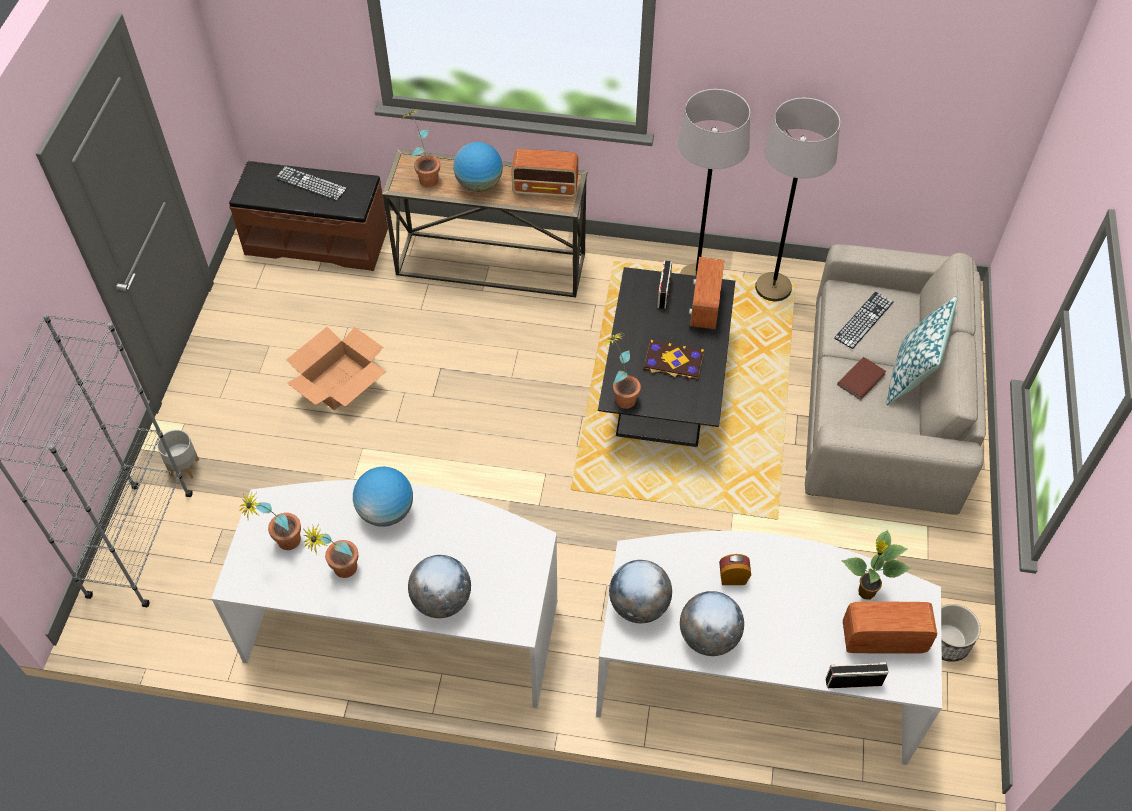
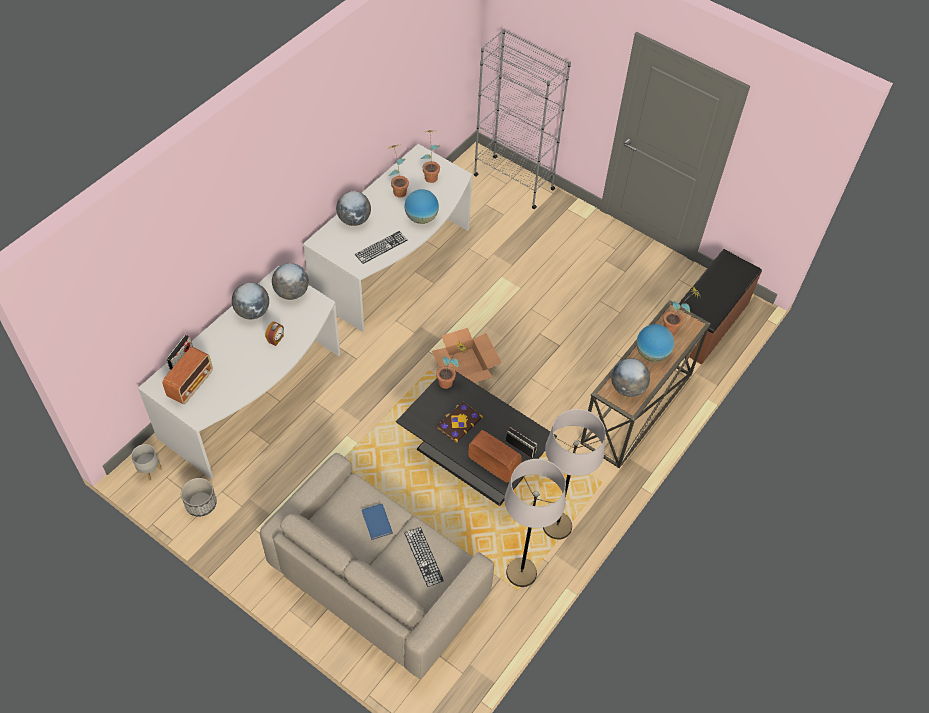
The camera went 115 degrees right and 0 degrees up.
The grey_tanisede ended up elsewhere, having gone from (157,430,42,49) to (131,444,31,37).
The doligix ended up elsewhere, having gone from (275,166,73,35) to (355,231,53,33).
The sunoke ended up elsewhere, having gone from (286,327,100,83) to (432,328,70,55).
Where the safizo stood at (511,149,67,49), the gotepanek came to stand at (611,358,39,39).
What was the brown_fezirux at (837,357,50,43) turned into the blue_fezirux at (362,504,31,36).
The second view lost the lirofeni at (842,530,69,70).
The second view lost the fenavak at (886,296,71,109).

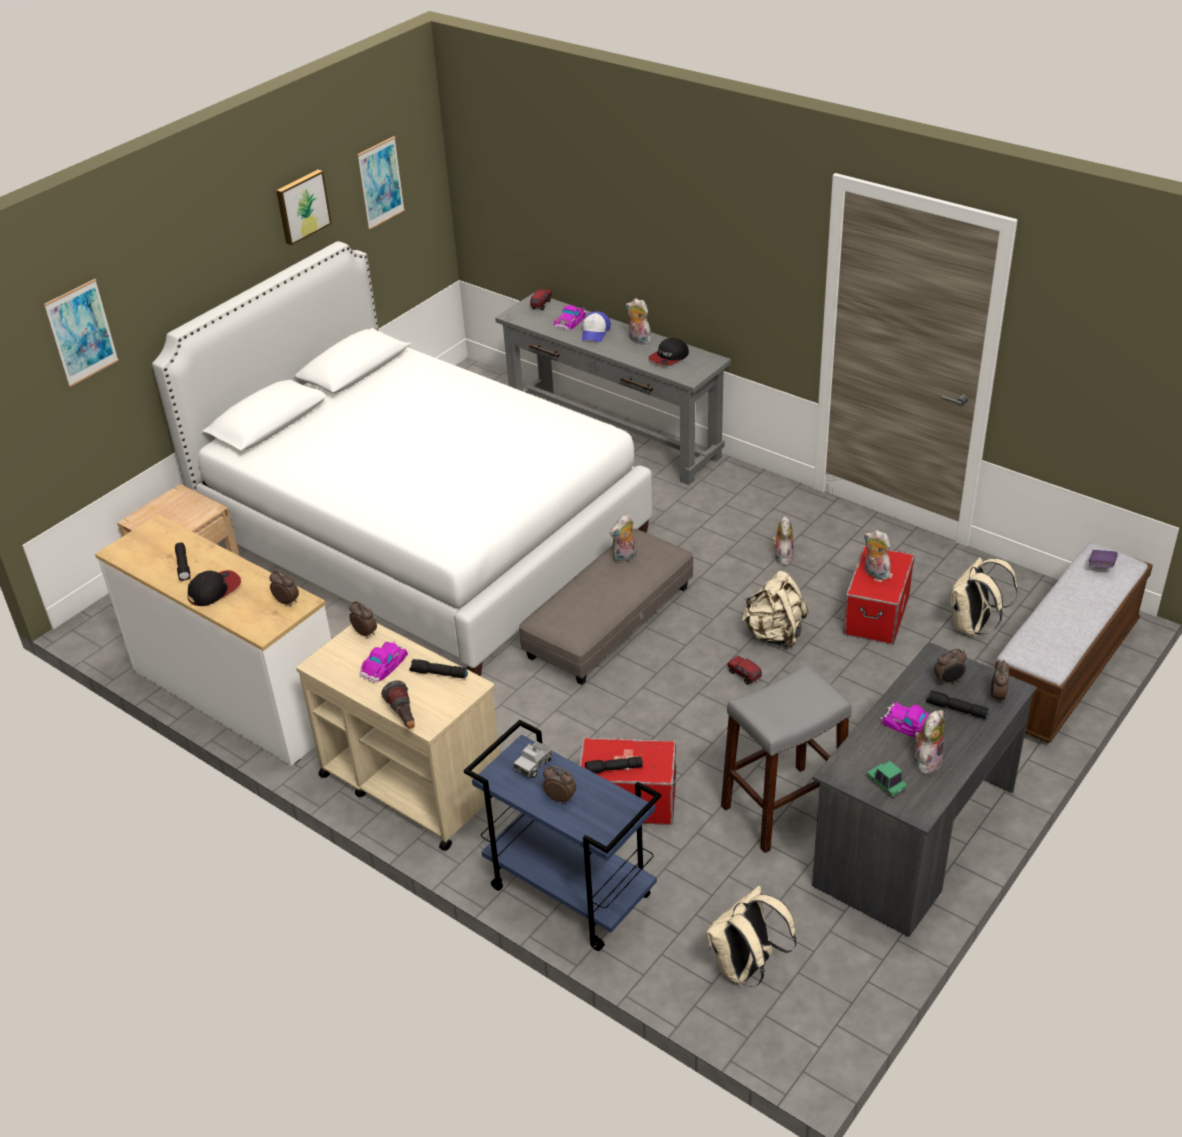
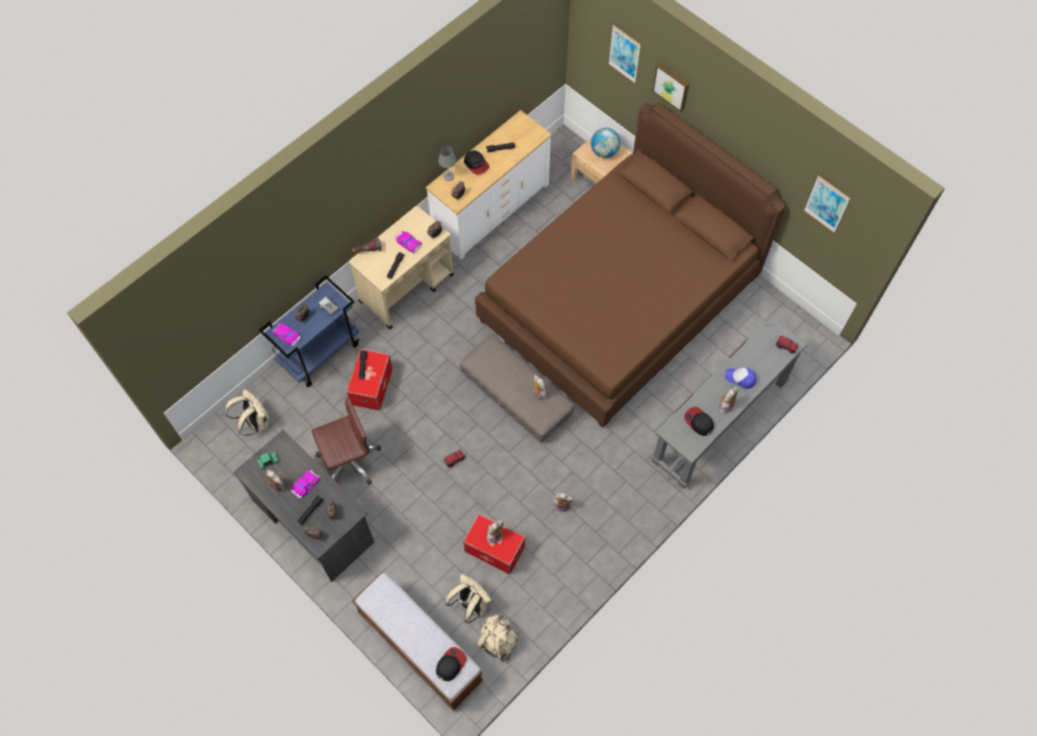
The camera went 95 degrees right and 25 degrees up.
What was the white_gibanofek at (152,241,500,435) turned into the brown_gibanofek at (475,103,311,325).
The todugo ended up elsewhere, having gone from (276,170,56,75) to (653,63,36,49).
The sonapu ended up elsewhere, having gone from (554,305,32,26) to (273,322,28,24).
Where the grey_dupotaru stood at (721,664,130,189), the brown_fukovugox came to stand at (311,396,70,89).
The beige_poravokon ended up elsewhere, having gone from (741,571,67,78) to (476,614,41,47).
Where the purple_fezirux stood at (1089,550,29,17), the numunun came to stand at (436,647,31,34).
The second view gained the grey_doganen at (438,146,18,35).
The second view gained the gotepanek at (591,128,29,30).

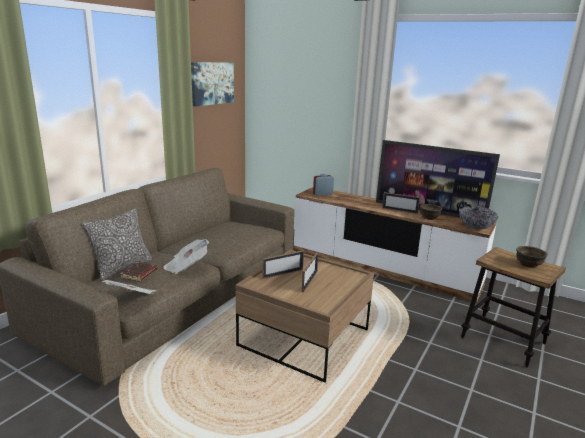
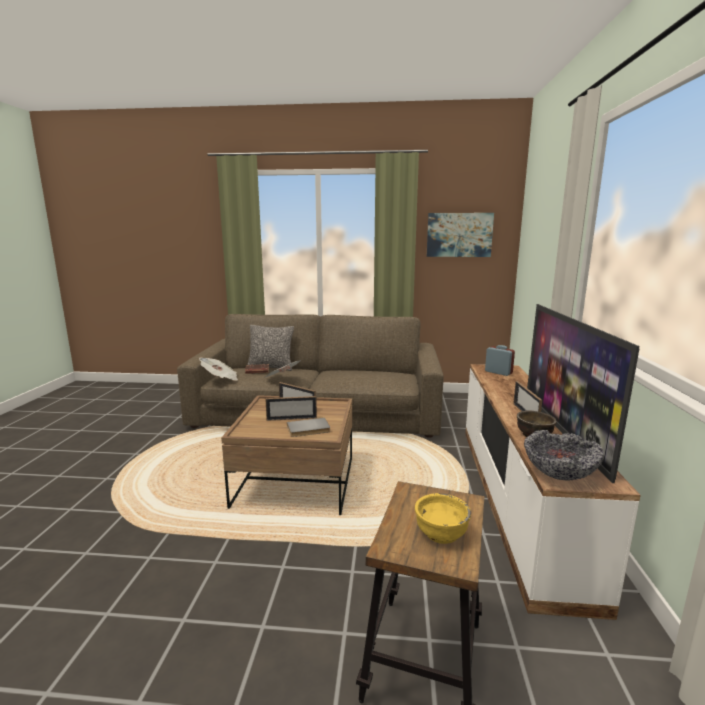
The camera went 65 degrees right and 5 degrees down.
What was the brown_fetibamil at (516,246,31,22) turned into the yellow_fetibamil at (415,493,56,51).
The second view gained the grey_fezirux at (287,418,43,19).

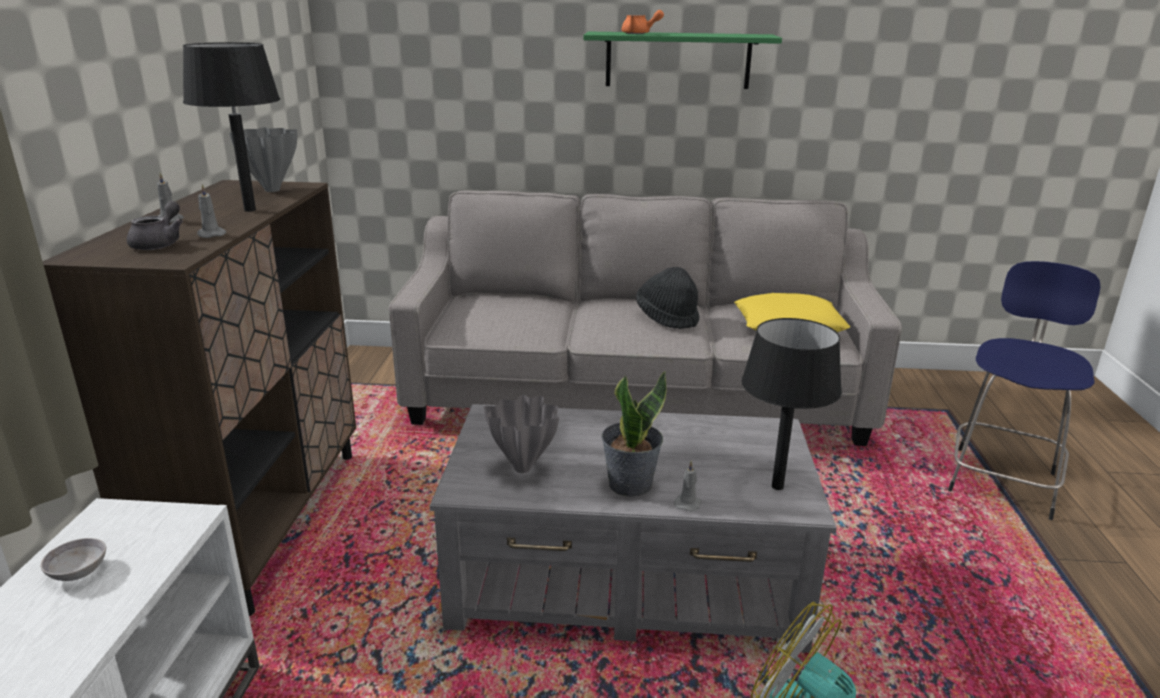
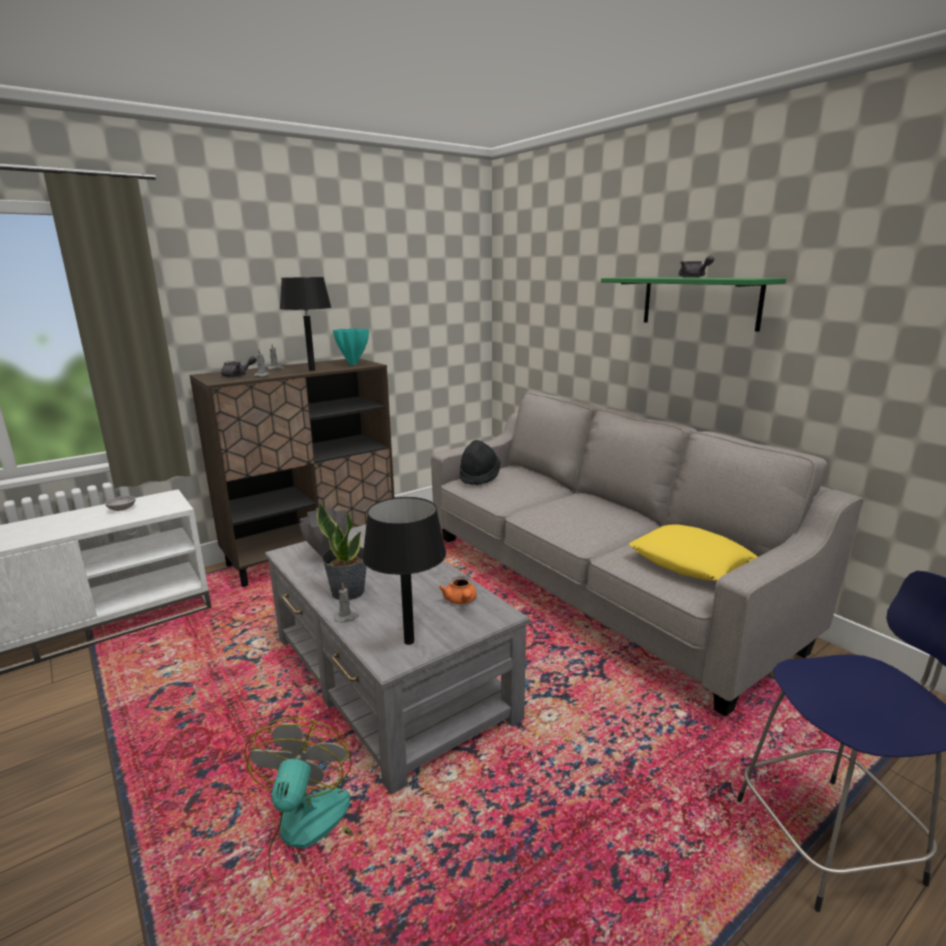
The camera went 50 degrees right and 5 degrees down.
What was the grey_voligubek at (229,127,68,65) turned into the turquoise_voligubek at (333,328,36,37).
The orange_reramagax ended up elsewhere, having gone from (622,10,42,24) to (439,576,38,28).
The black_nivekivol ended up elsewhere, having gone from (636,267,63,62) to (460,440,40,46).
The second view gained the grey_reramagax at (679,256,35,22).

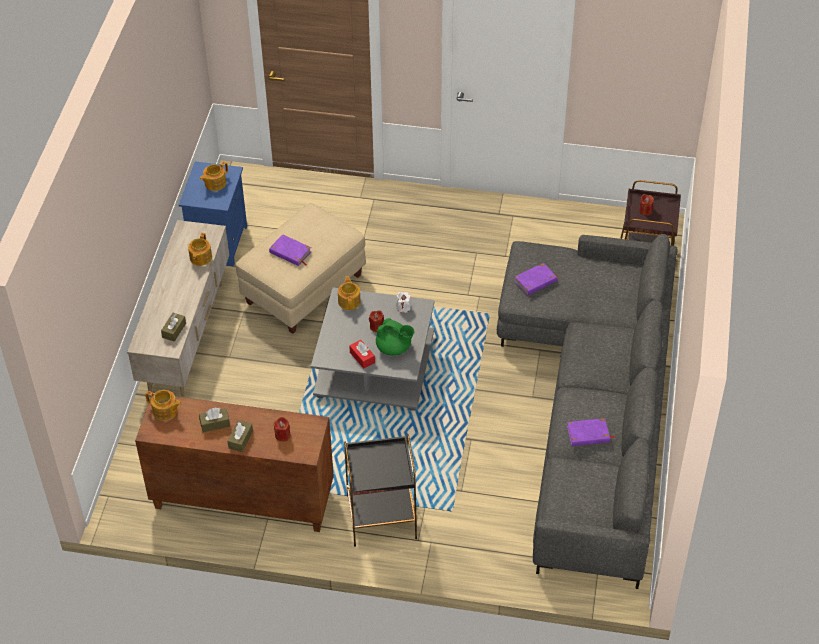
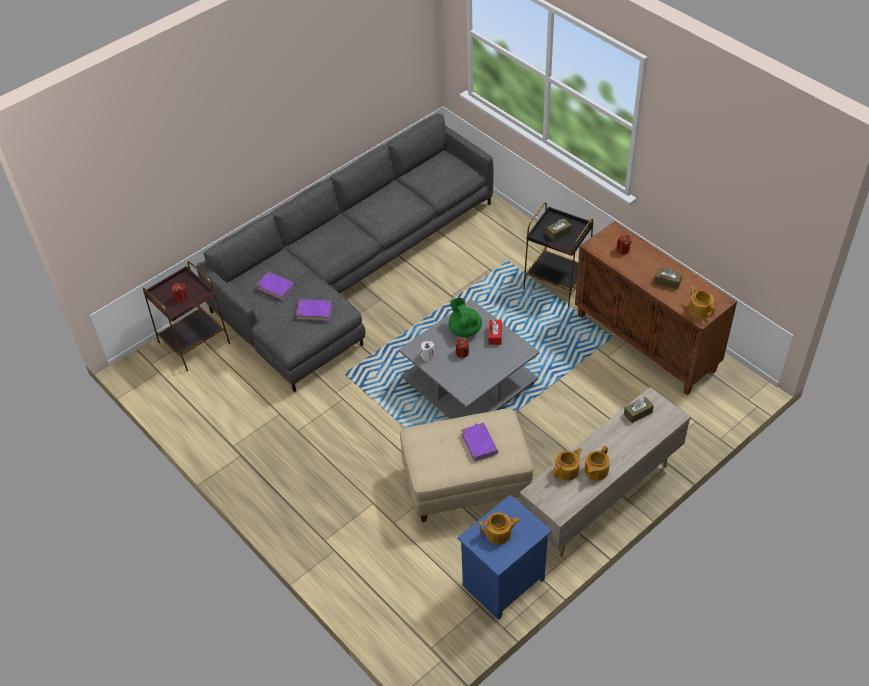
The camera went 140 degrees left and 0 degrees up.
The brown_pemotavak ended up elsewhere, having gone from (228,420,25,32) to (546,219,26,22).
The reramagax ended up elsewhere, having gone from (338,276,23,34) to (584,446,26,35).
The purple_fezirux ended up elsewhere, having gone from (567,418,48,28) to (256,272,40,28).

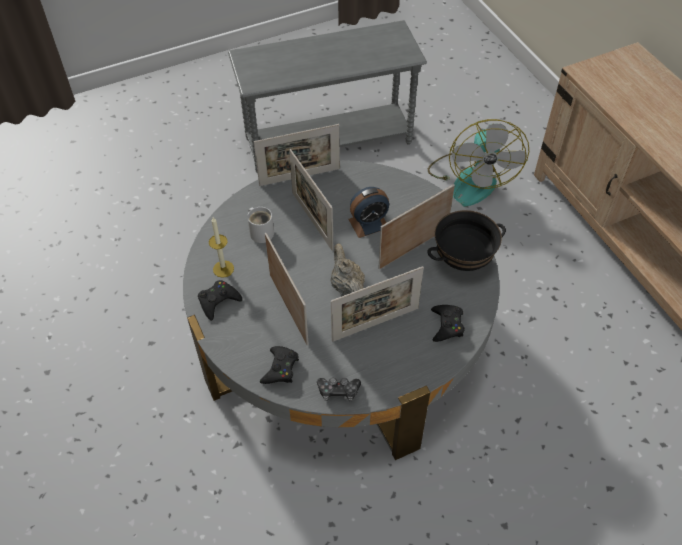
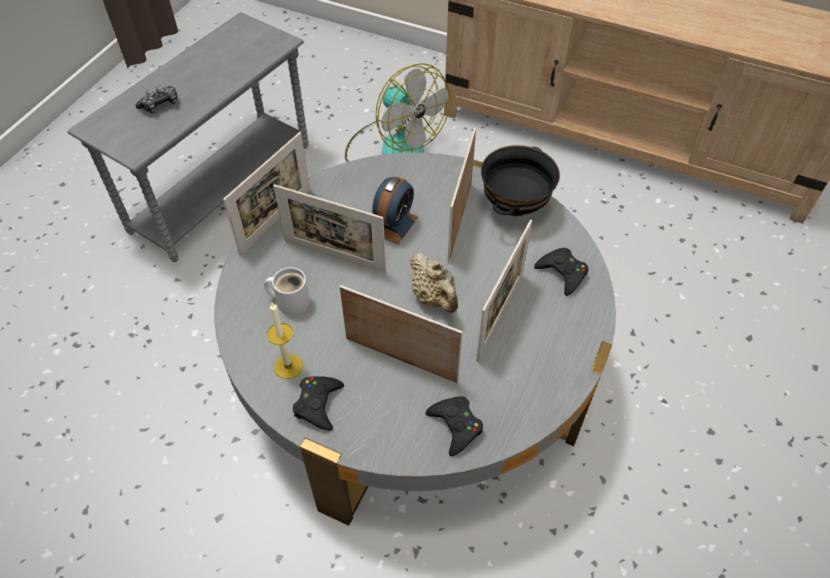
The camera went 40 degrees left and 0 degrees up.
The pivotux ended up elsewhere, having gone from (317,378,44,23) to (135,86,42,28).
The beige_reramagax at (330,243,35,52) ended up facing another way, 150 degrees counterclockwise from before.

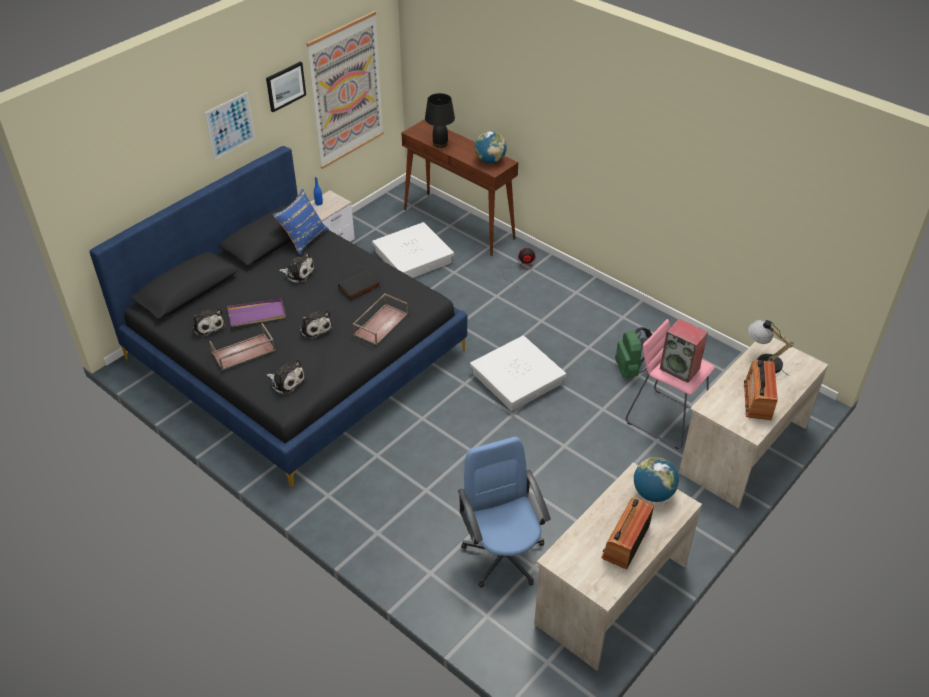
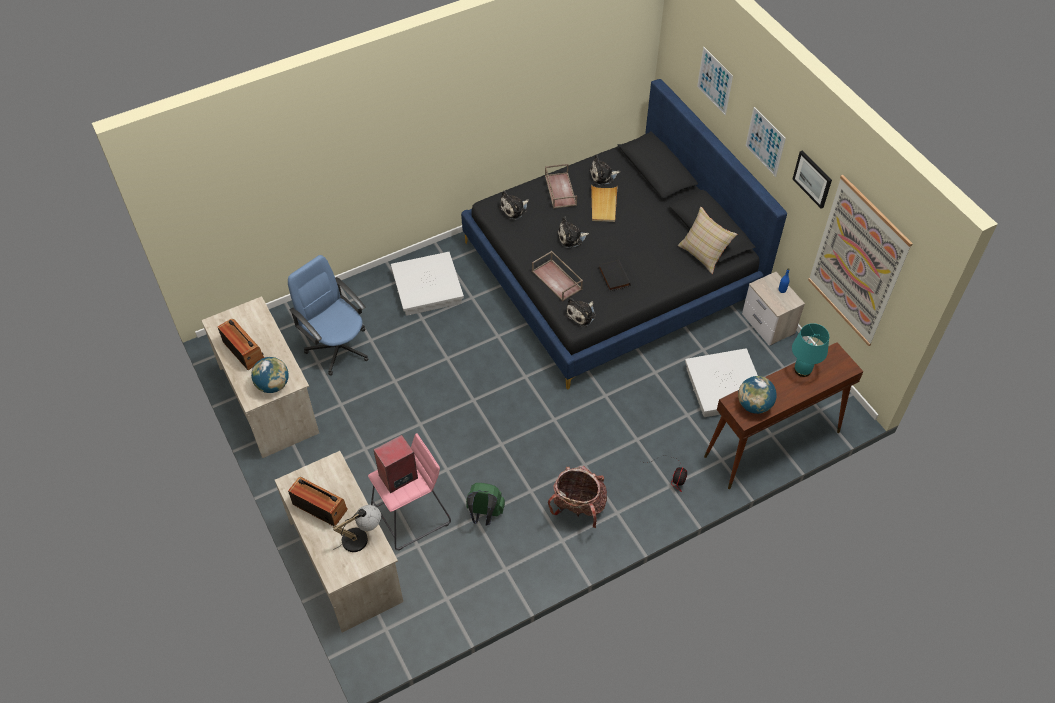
The camera went 110 degrees right and 10 degrees up.
What was the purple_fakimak at (227,298,59,29) turned into the beige_fakimak at (591,185,26,37).
What was the blue_fenavak at (272,188,57,67) turned into the beige_fenavak at (678,207,59,67).
The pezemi ended up elsewhere, having gone from (279,251,36,32) to (565,298,31,29).
What was the black_doganen at (425,93,30,55) turned into the turquoise_doganen at (792,323,37,54).
The blue_fukovugox at (458,437,93,151) ended up facing another way, 135 degrees counterclockwise from before.
The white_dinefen ended up elsewhere, having gone from (470,335,96,76) to (391,252,73,64).
The second view gained the poravokon at (548,466,59,62).
The second view gained the todugo at (697,47,36,68).

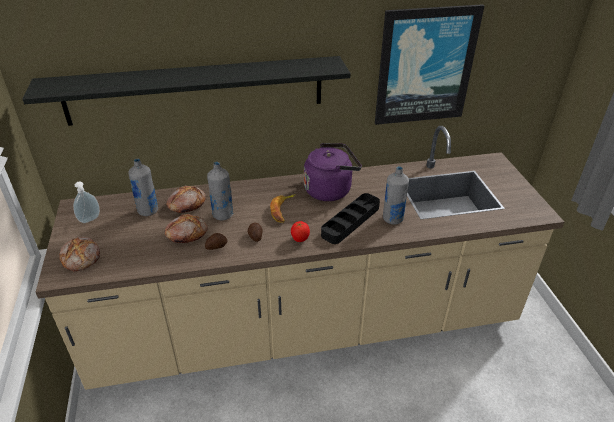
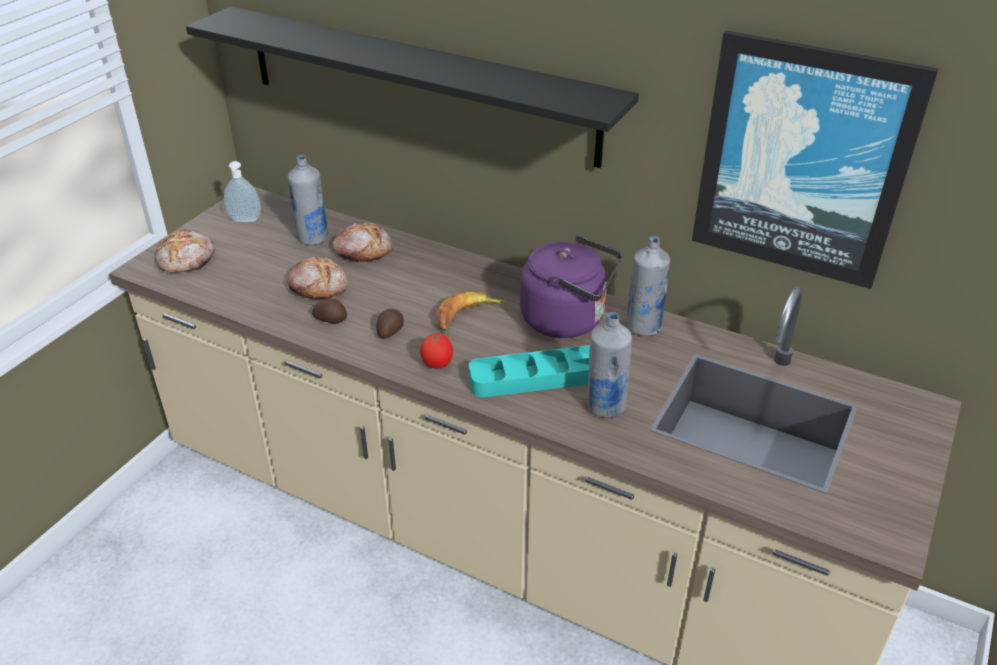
The camera went 40 degrees right and 0 degrees up.
The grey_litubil ended up elsewhere, having gone from (207,162,26,59) to (626,236,44,100).
What was the black_fakimak at (321,193,59,51) turned into the turquoise_fakimak at (469,345,121,52).

